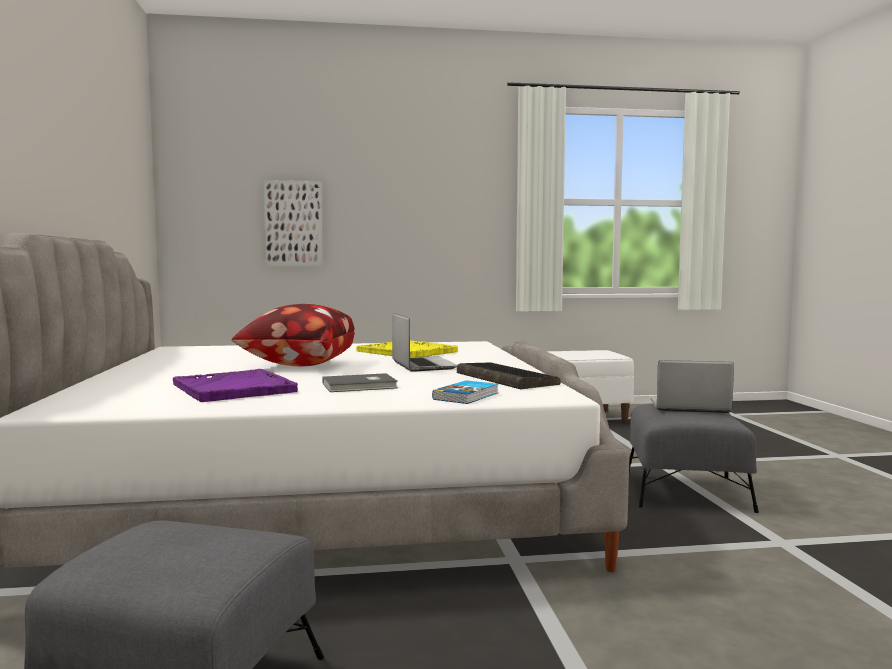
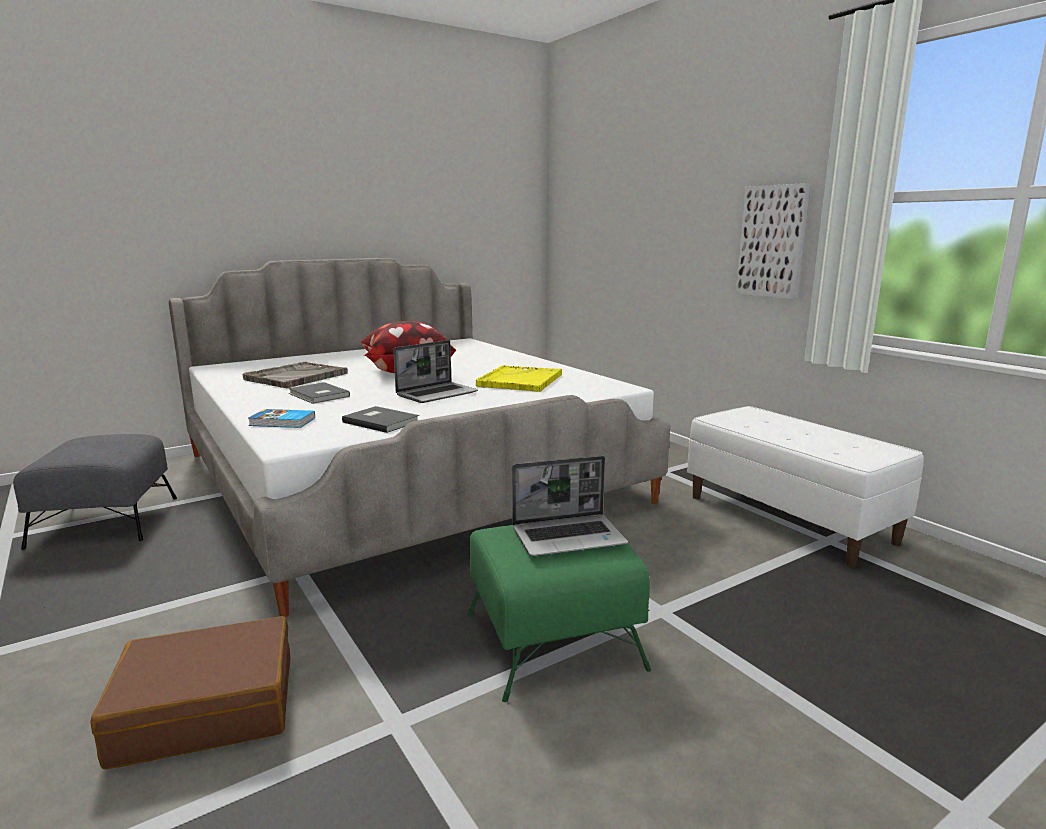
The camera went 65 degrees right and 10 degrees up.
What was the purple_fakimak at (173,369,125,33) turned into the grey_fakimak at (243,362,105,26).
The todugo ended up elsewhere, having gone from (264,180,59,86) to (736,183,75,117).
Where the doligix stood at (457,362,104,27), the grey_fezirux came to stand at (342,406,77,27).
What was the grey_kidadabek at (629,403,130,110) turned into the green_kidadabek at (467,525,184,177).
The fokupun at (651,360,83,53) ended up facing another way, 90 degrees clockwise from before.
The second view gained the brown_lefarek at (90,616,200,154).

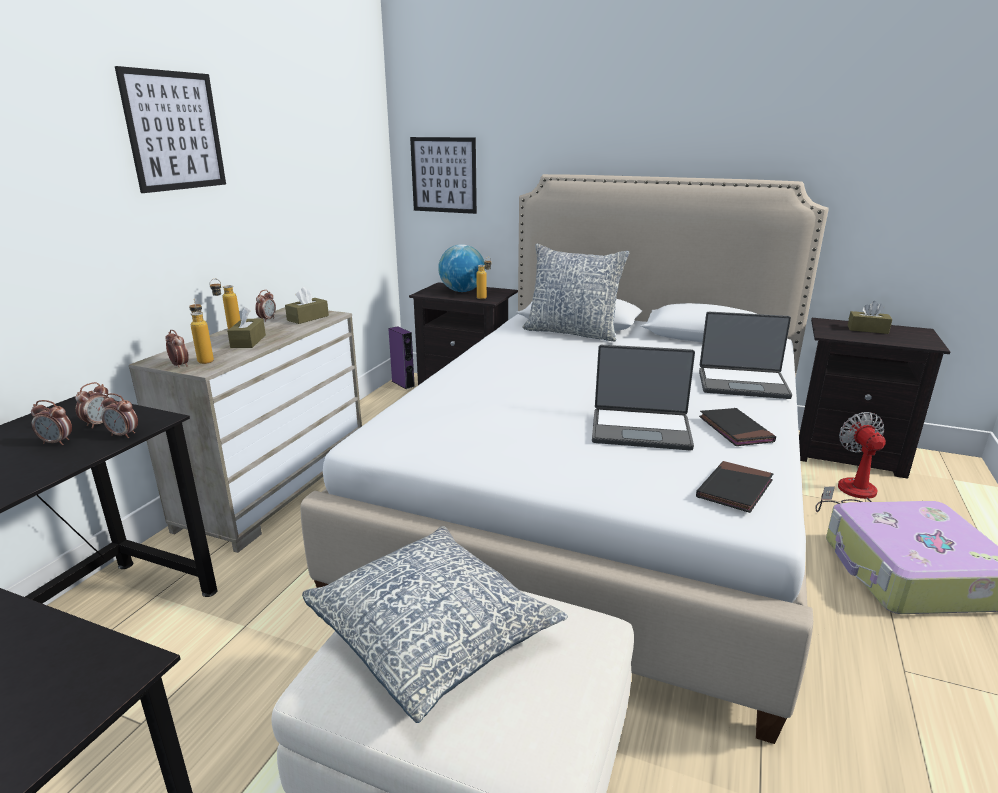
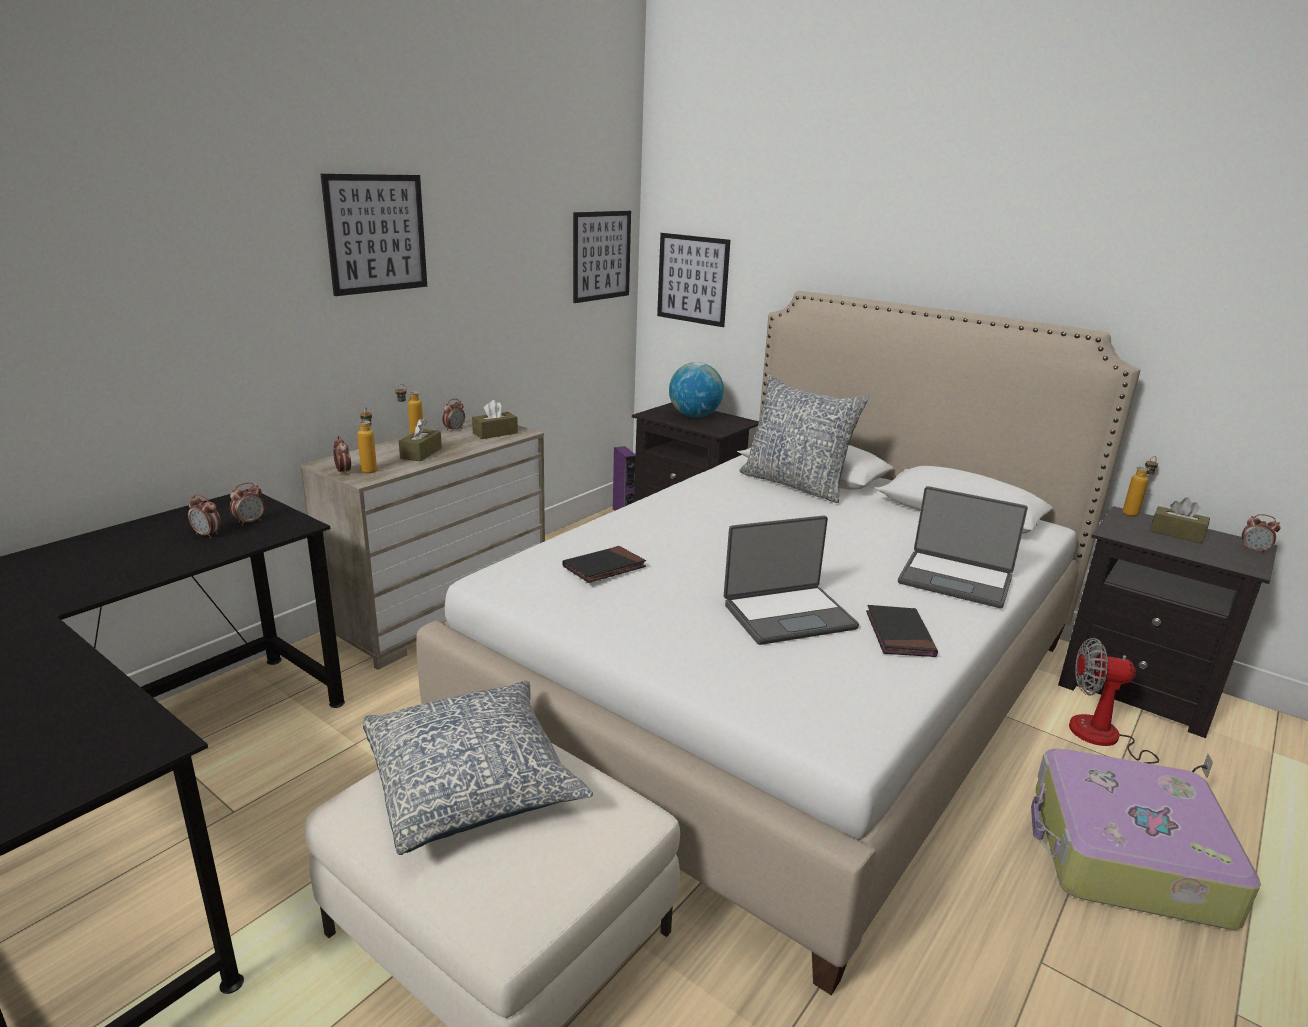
The camera went 15 degrees right and 0 degrees up.
The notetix ended up elsewhere, having gone from (101,393,37,45) to (1242,514,38,40).
The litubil ended up elsewhere, having gone from (476,257,16,42) to (1122,456,36,60).
The fokupun at (592,345,103,106) ended up facing another way, 45 degrees counterclockwise from before.
The black_fezirux ended up elsewhere, having gone from (696,461,77,52) to (563,546,83,37).
The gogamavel at (815,412,71,100) ended up facing another way, 90 degrees counterclockwise from before.
The second view gained the todugo at (573,211,58,92).

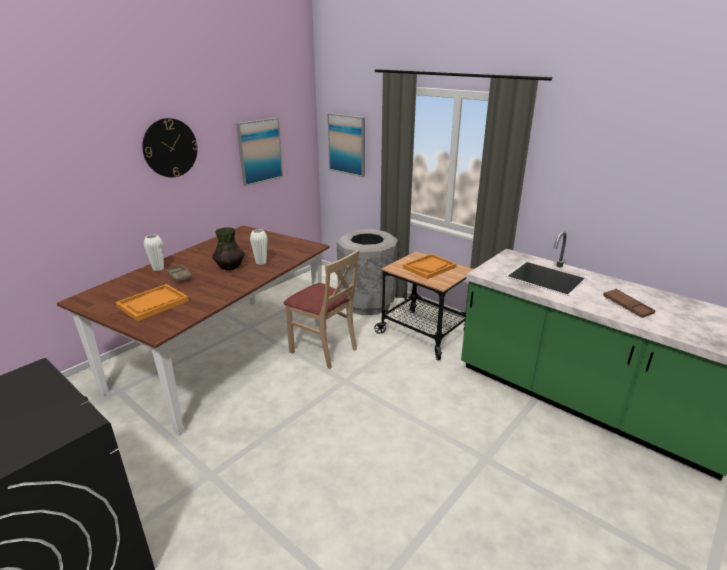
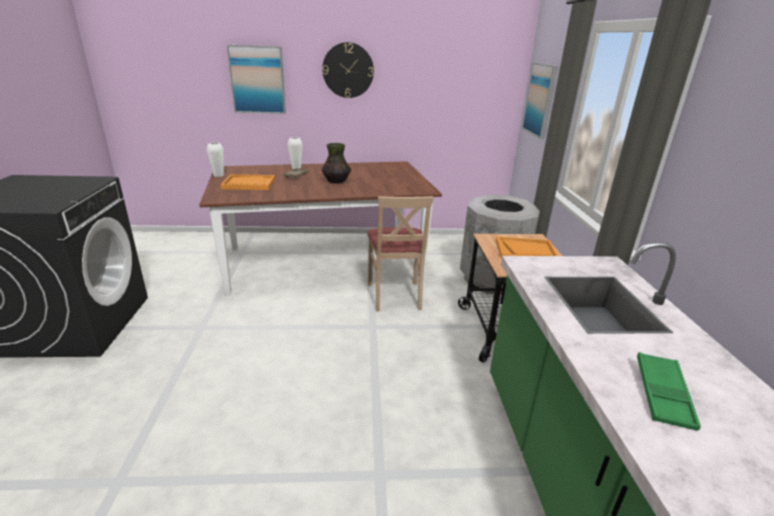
The camera went 45 degrees right and 0 degrees up.
The todugo ended up elsewhere, having gone from (236,118,47,68) to (227,45,59,69).
The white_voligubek ended up elsewhere, having gone from (250,229,18,36) to (207,142,17,35).
What was the brown_fakimak at (603,289,52,29) turned into the green_fakimak at (637,352,64,79).

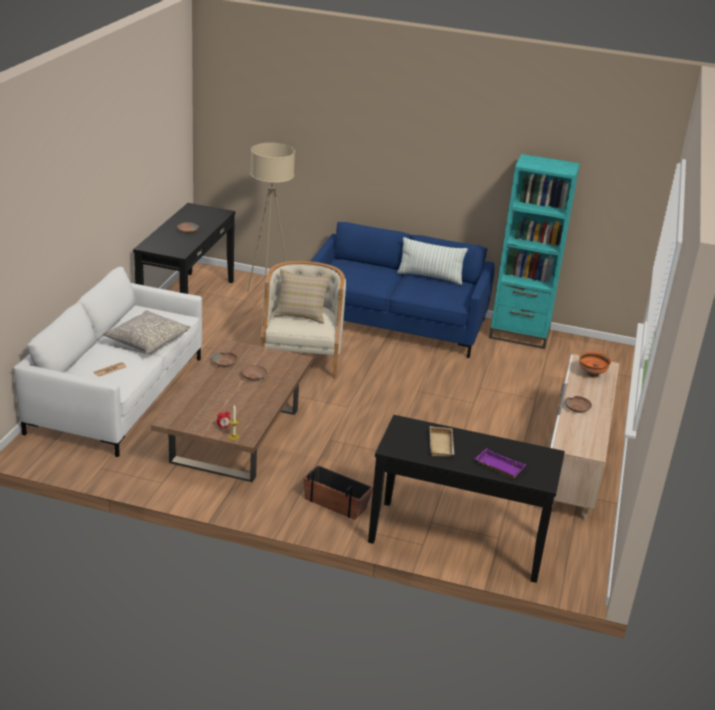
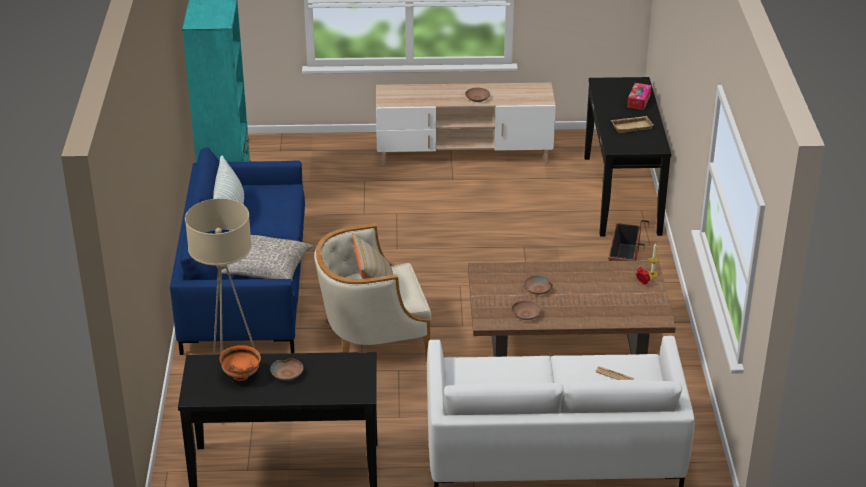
The camera went 105 degrees left and 5 degrees up.
The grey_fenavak ended up elsewhere, having gone from (103,310,88,44) to (222,235,91,46).
Where the purple_fakimak stood at (475,448,51,30), the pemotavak came to stand at (627,83,24,27).
The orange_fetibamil ended up elsewhere, having gone from (579,351,32,26) to (219,345,42,36).

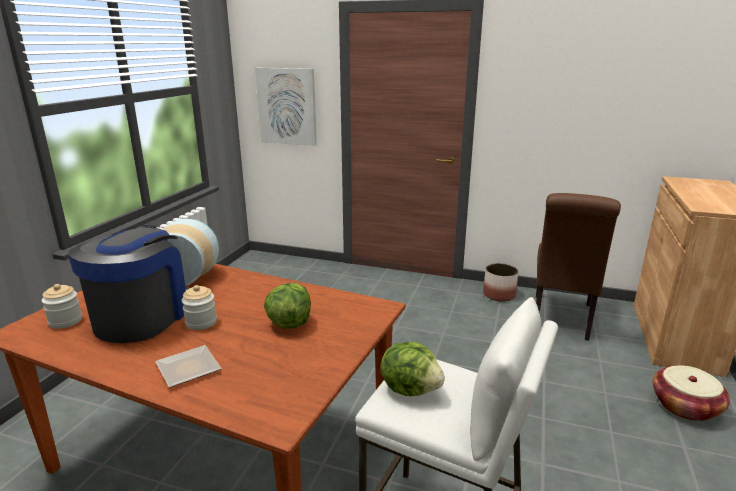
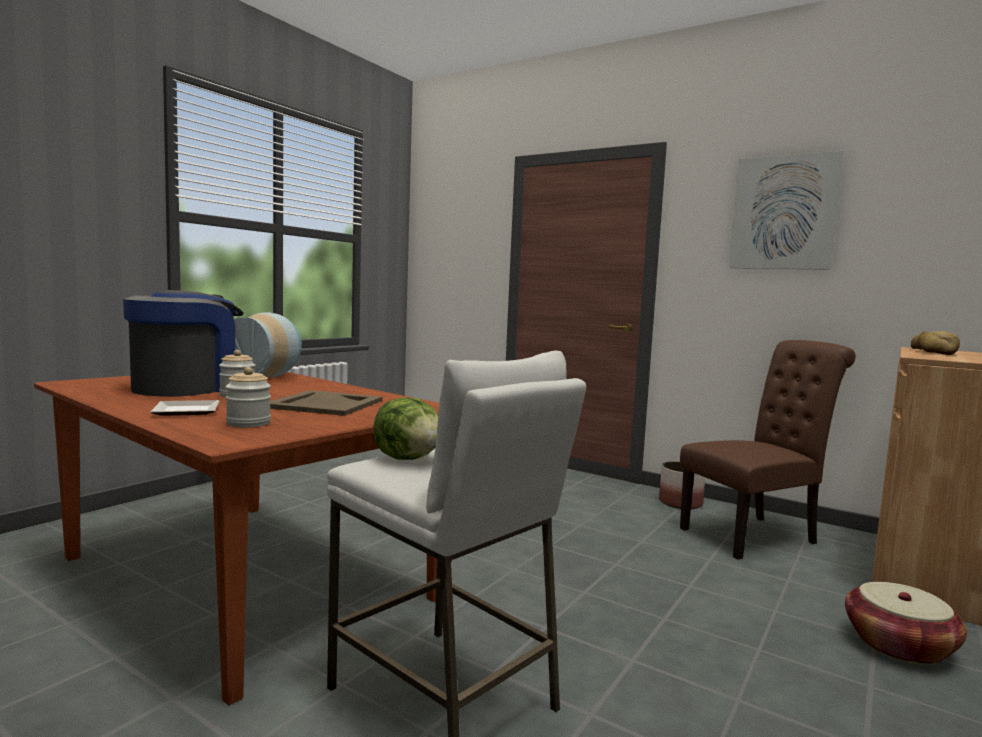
The camera went 15 degrees right and 15 degrees down.
The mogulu ended up elsewhere, having gone from (42,284,40,45) to (226,367,45,60).
The todugo ended up elsewhere, having gone from (255,68,62,78) to (730,151,113,119).
Where the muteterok stood at (264,283,47,46), the beige_fakimak came to stand at (270,390,113,26).
The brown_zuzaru at (536,193,85,148) ended up facing another way, 150 degrees counterclockwise from before.
The second view gained the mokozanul at (911,331,49,24).

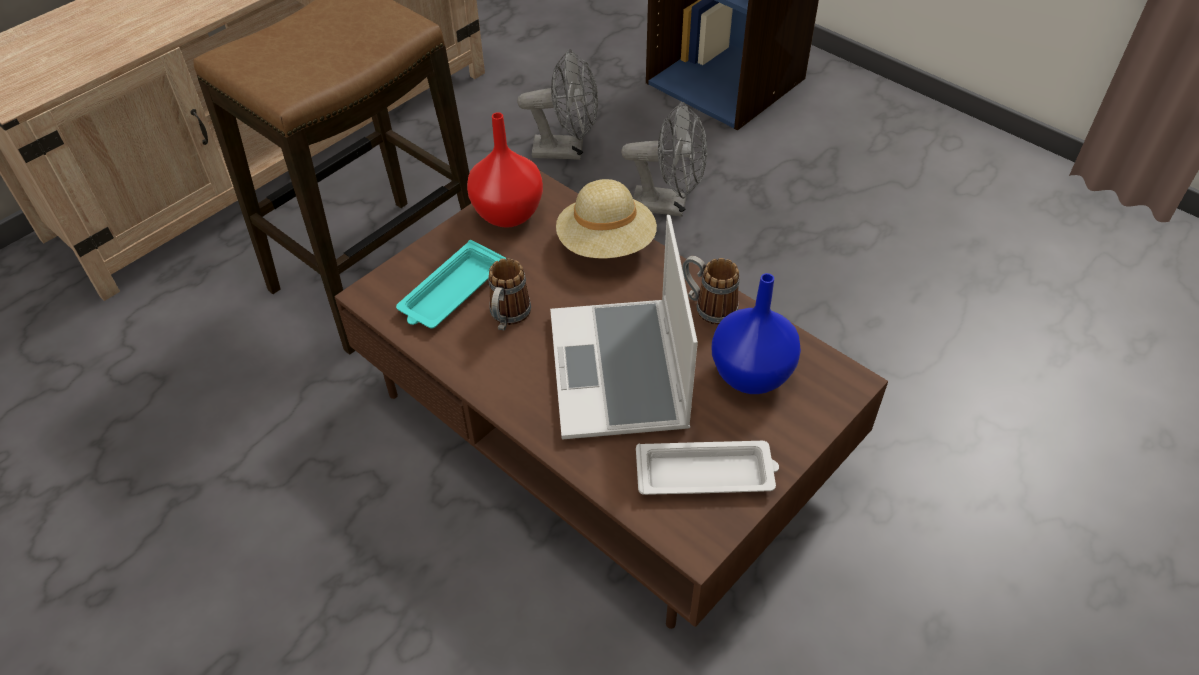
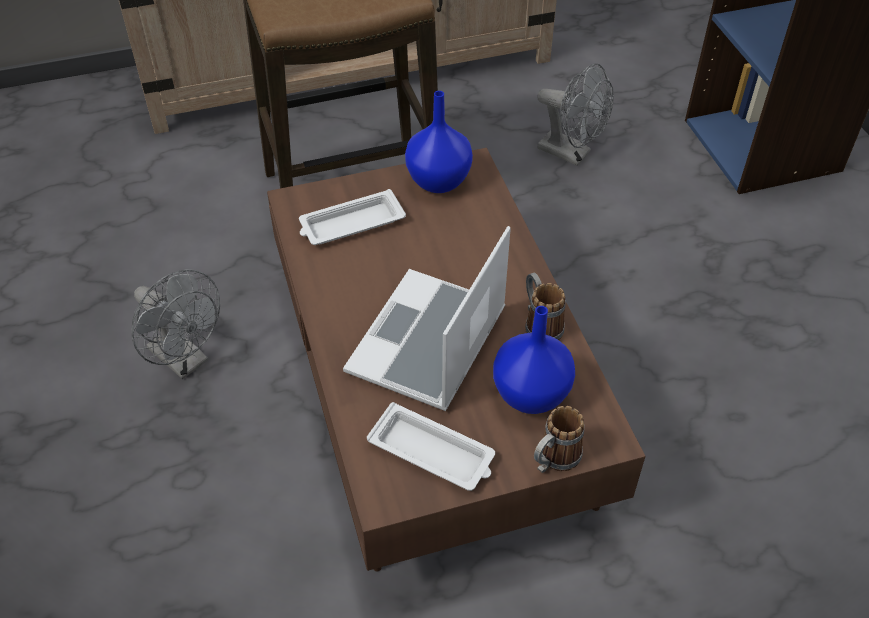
The camera went 30 degrees right and 0 degrees up.
What was the turquoise_fakimak at (396,240,110,89) turned into the white_fakimak at (299,189,107,56).
What was the red_voligubek at (467,112,76,116) turned into the blue_voligubek at (405,91,68,102).
The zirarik ended up elsewhere, having gone from (488,258,43,73) to (534,406,50,67).
The second view lost the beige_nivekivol at (556,179,101,79).
The grey_gogamavel ended up elsewhere, having gone from (621,102,86,115) to (131,269,89,110).

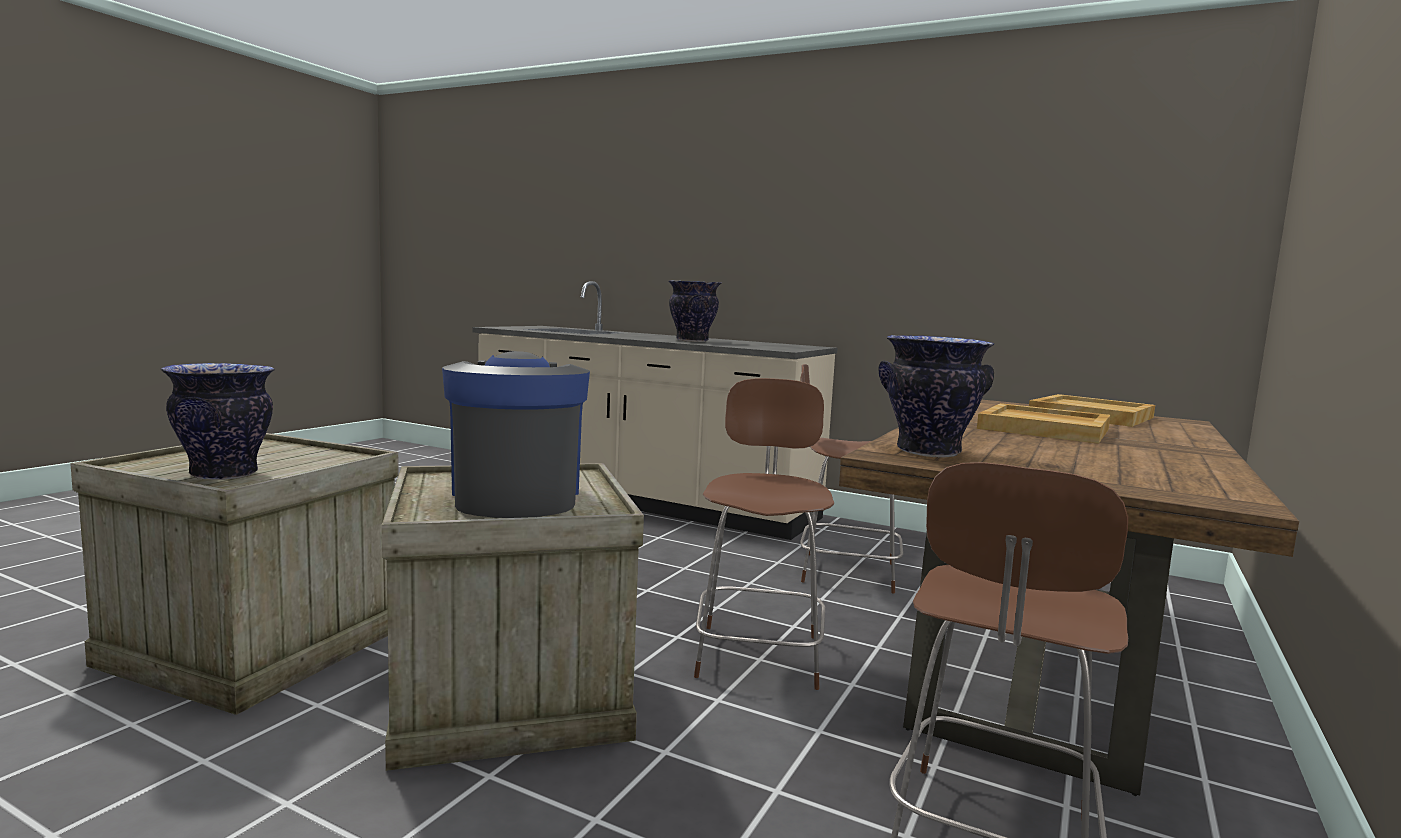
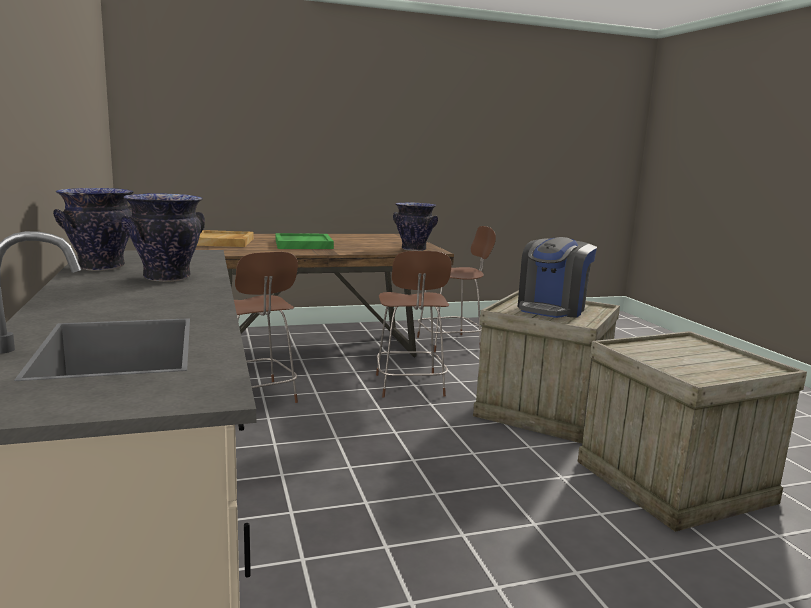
The camera went 135 degrees left and 5 degrees up.
The voligubek ended up elsewhere, having gone from (160,363,115,117) to (53,188,81,83).
The brown_zuzaru at (694,378,140,312) ended up facing another way, 60 degrees counterclockwise from before.
What was the beige_fakimak at (977,403,133,41) turned into the green_fakimak at (276,233,58,16).

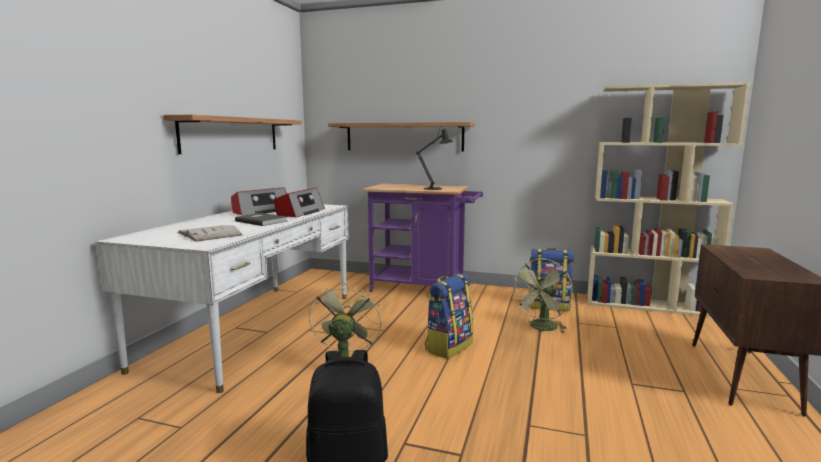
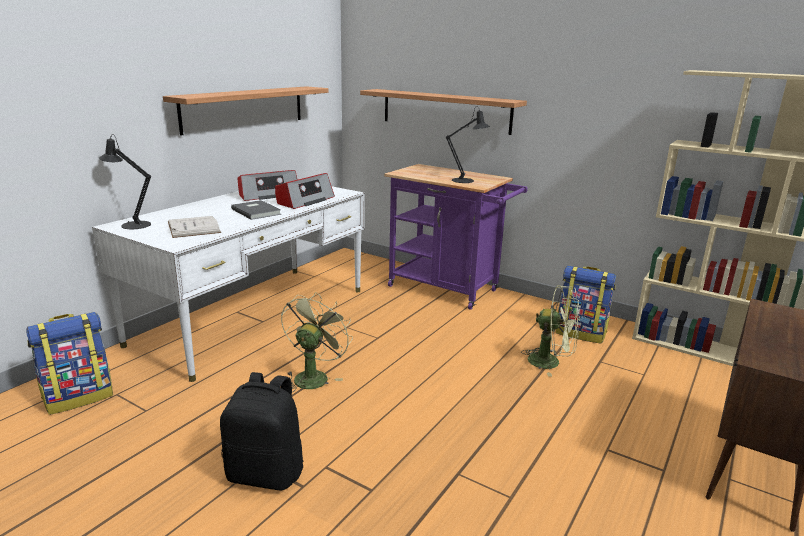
The camera went 15 degrees right and 10 degrees up.
The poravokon ended up elsewhere, having gone from (425,273,49,86) to (26,312,87,103).
The green_gogamavel at (511,259,62,74) ended up facing another way, 120 degrees counterclockwise from before.
The second view gained the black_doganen at (99,134,52,95).

